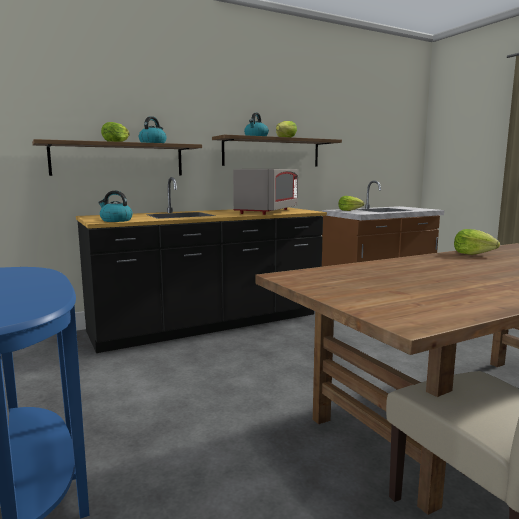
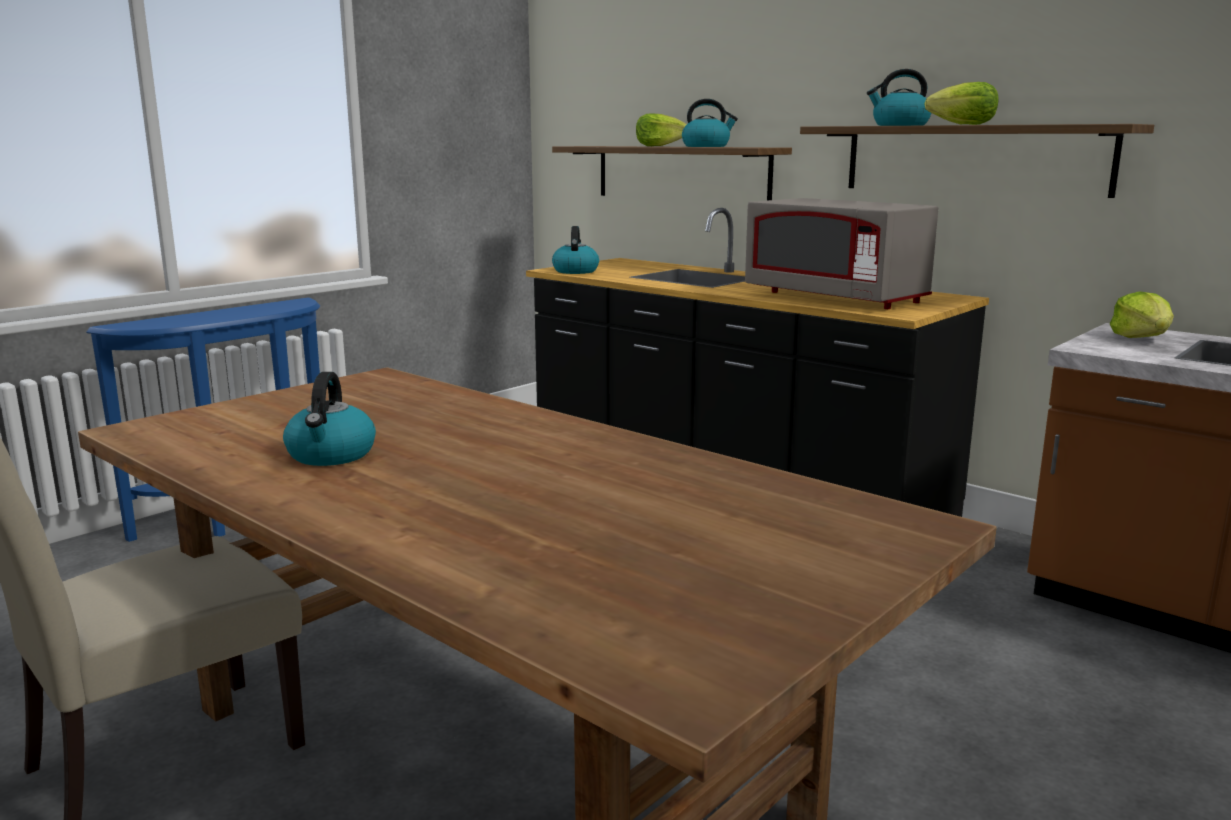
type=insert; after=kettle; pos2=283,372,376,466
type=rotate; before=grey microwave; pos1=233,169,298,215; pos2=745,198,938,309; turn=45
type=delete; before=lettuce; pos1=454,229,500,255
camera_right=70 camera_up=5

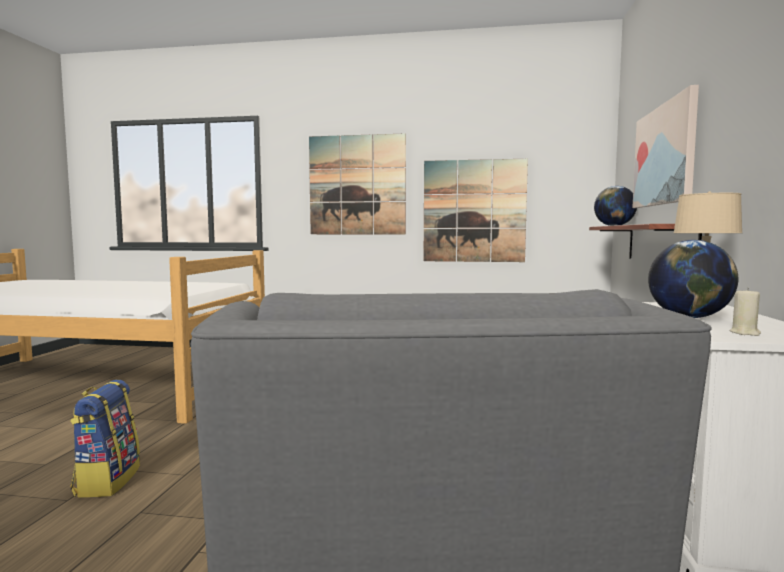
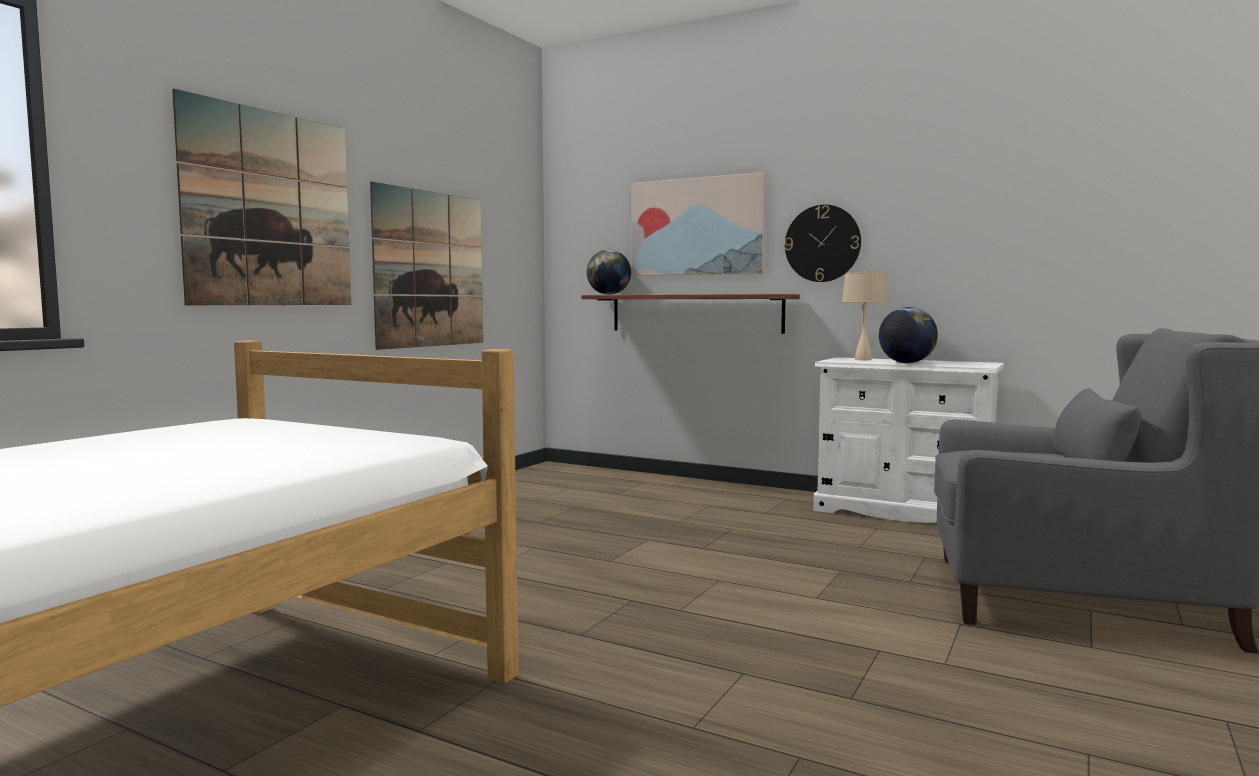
type=insert; after=wall clock; pos2=785,205,861,282
type=delete; before=backpack; pos1=70,380,140,497
type=delete; before=beige candle; pos1=729,288,761,336
camera_right=-70 camera_up=0

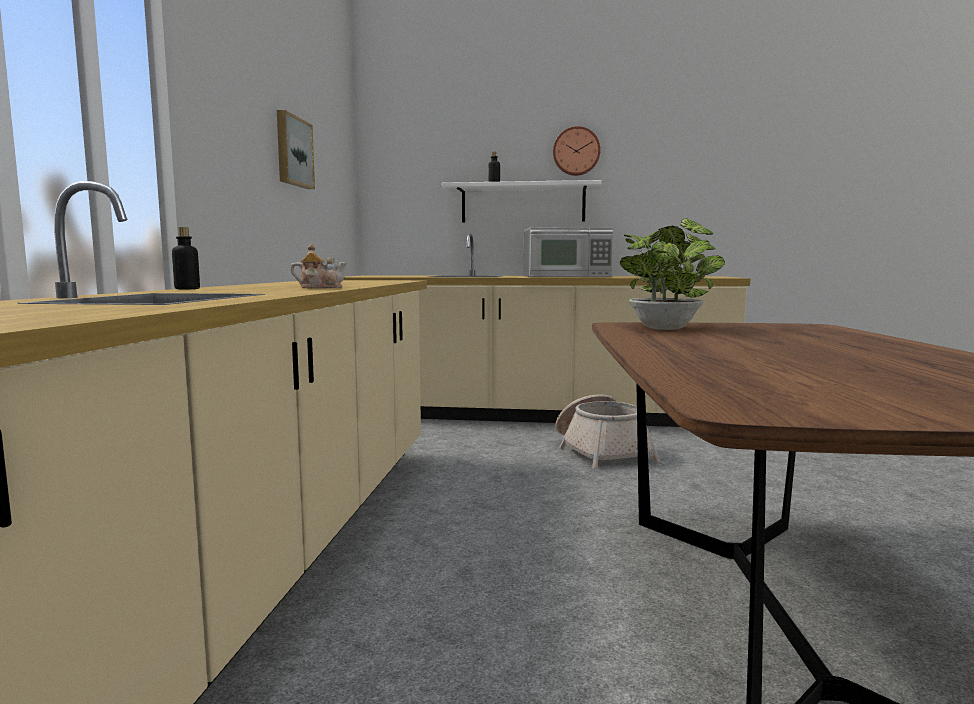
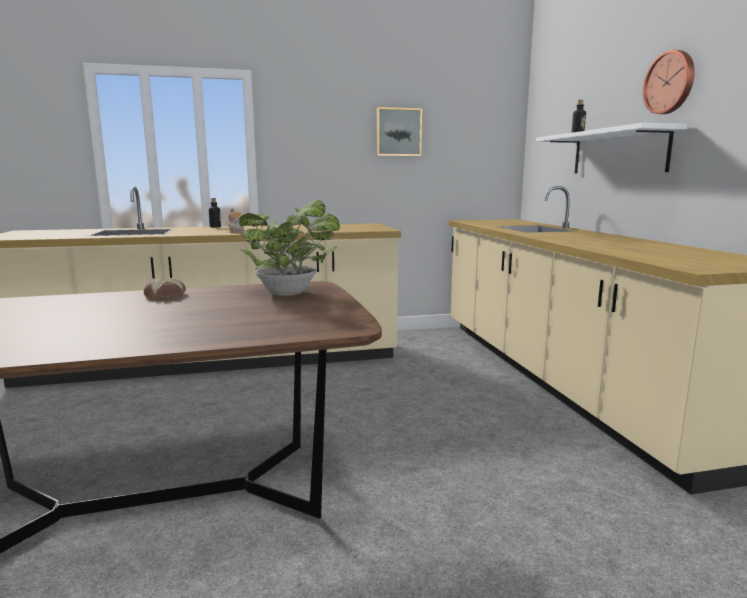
type=insert; after=bread; pos2=144,278,186,299
type=delete; before=microwave; pos1=524,228,613,277
type=delete; before=basket; pos1=555,394,660,469
camera_right=70 camera_up=5

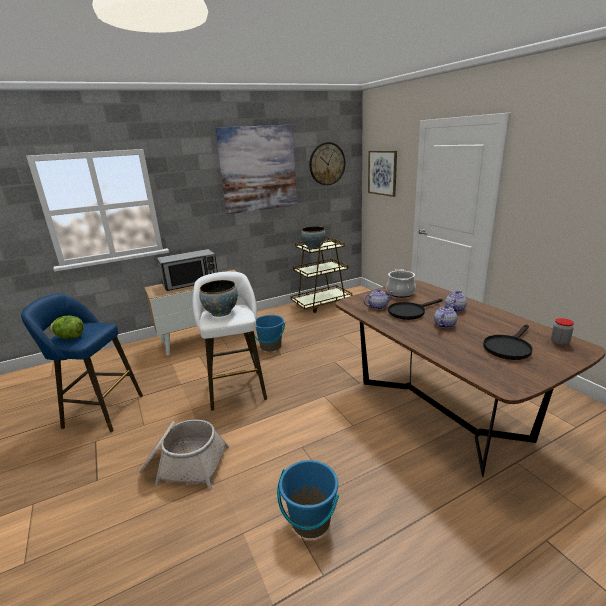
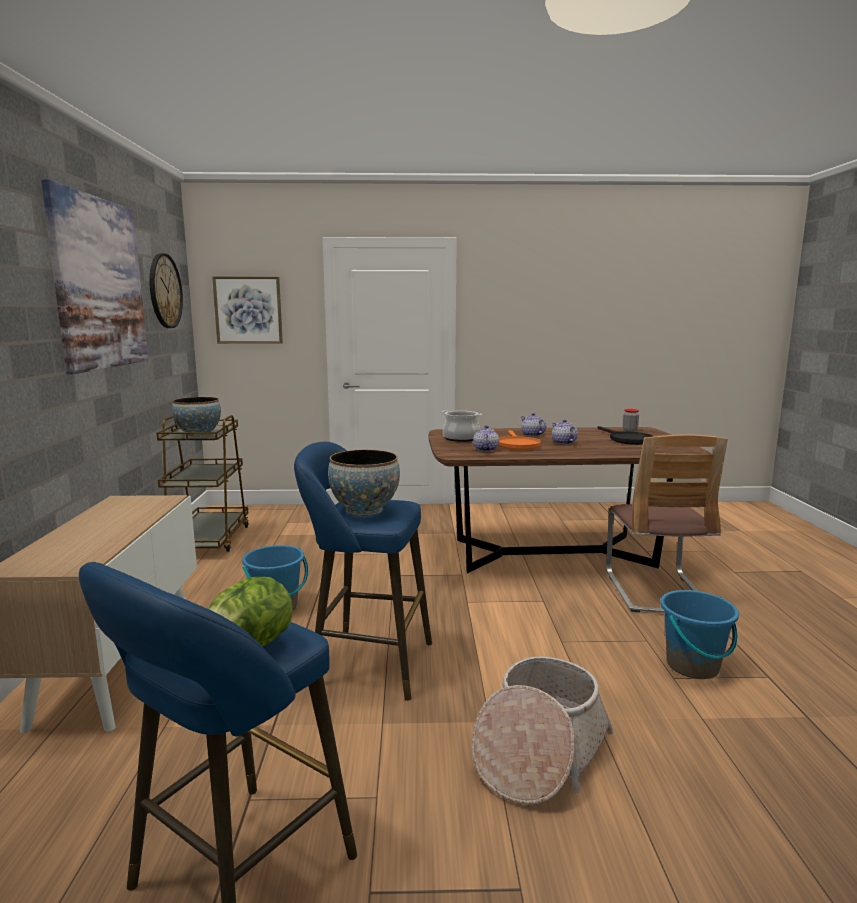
type=recolor; before=white stool; after=blue stool; pos1=192,272,267,411; pos2=294,442,432,701
type=recolor; before=black frying pan; after=orange frying pan; pos1=388,299,443,320; pos2=498,430,541,450
type=insert; after=chair; pos2=606,434,728,612
type=delete; before=microwave; pos1=157,249,218,291
camera_right=-65 camera_up=-10

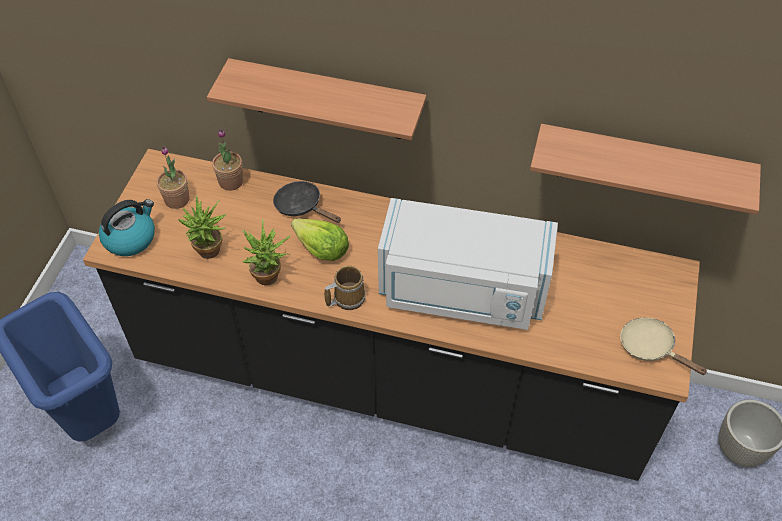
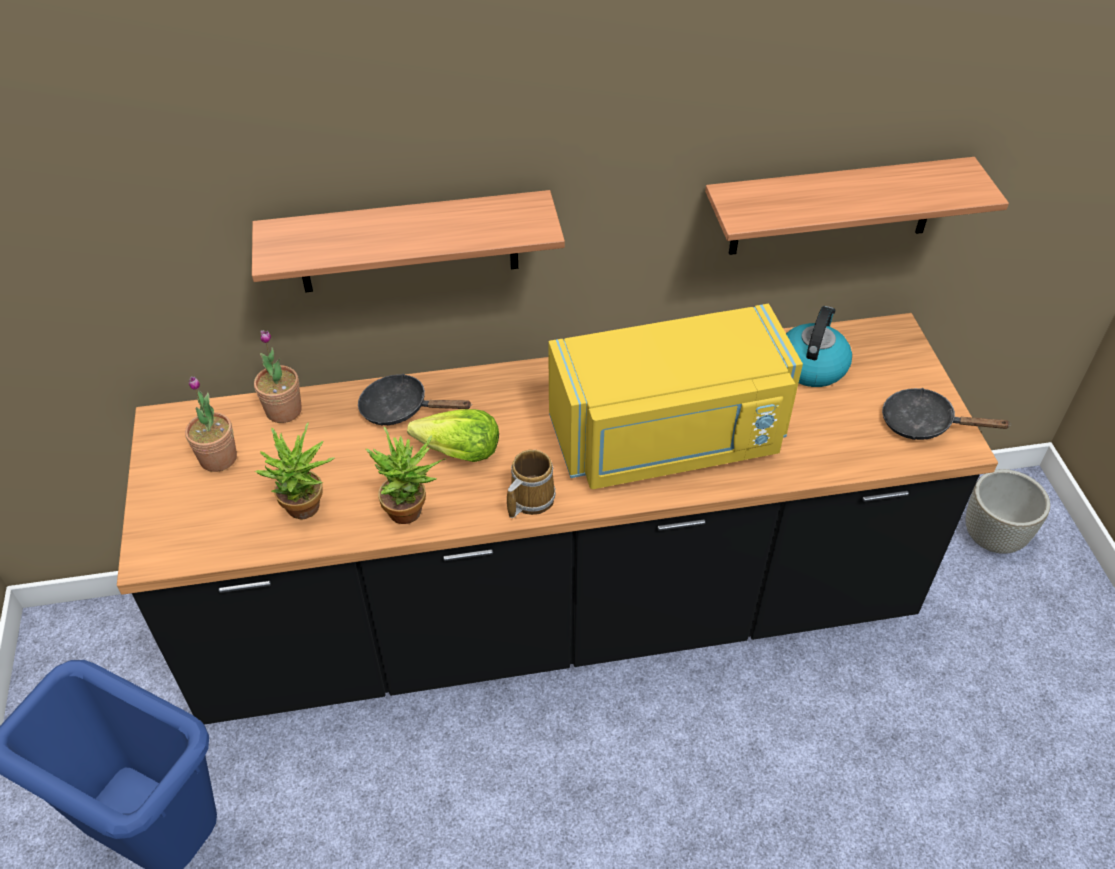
type=recolor; before=white microwave; after=yellow microwave; pos1=378,198,558,330; pos2=548,304,803,489
type=move; before=kettle; pos1=99,199,155,256; pos2=786,306,852,387
type=recolor; before=beige frying pan; after=black frying pan; pos1=620,317,708,375; pos2=882,388,1011,440
camera_right=-25 camera_up=-5

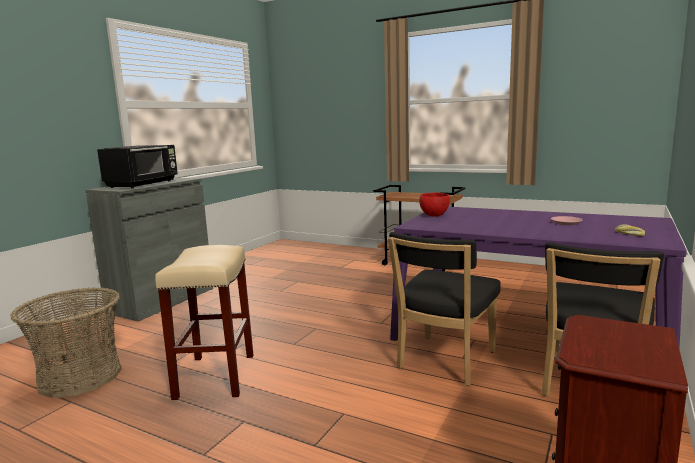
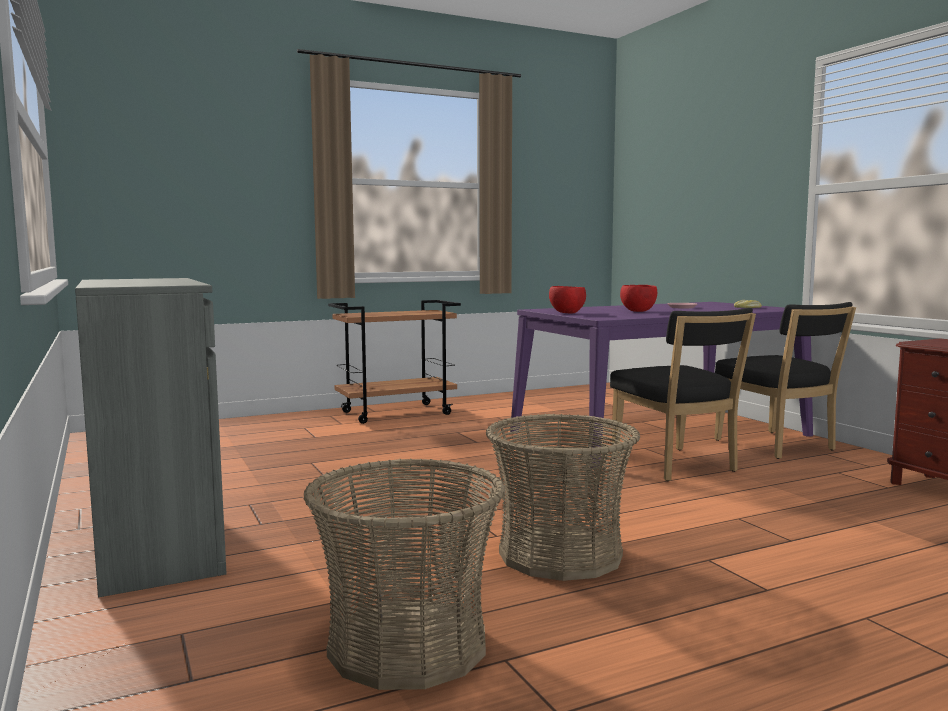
type=replace; before=beige stool; after=basket; pos1=155,245,253,400; pos2=486,414,640,581
type=insert; after=red bowl; pos2=620,285,657,312
type=delete; before=black microwave; pos1=97,145,178,188
camera_right=-55 camera_up=-5

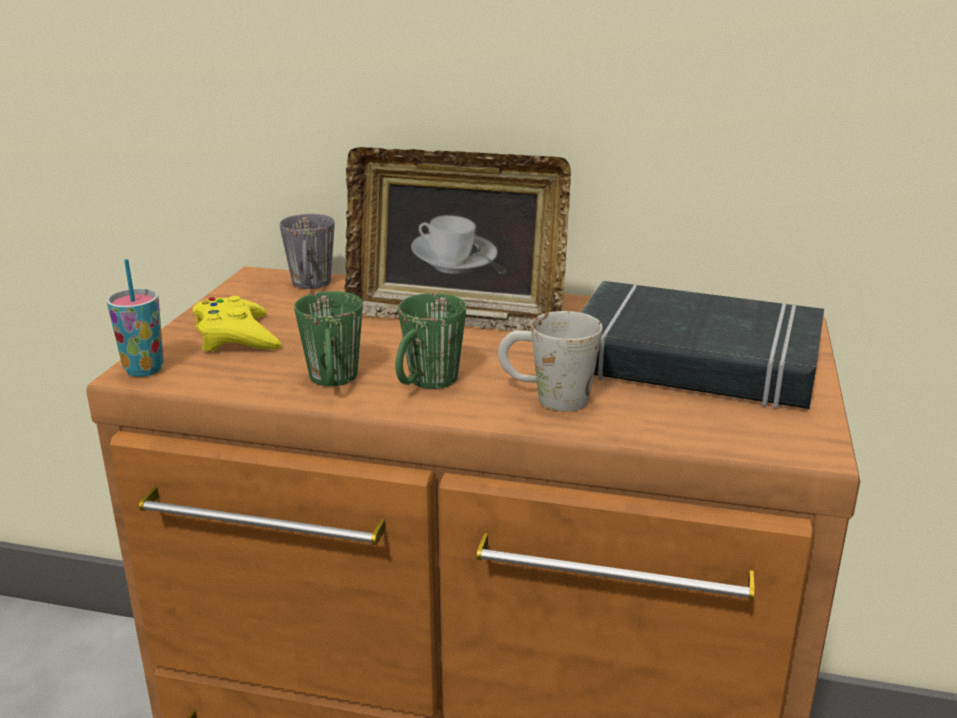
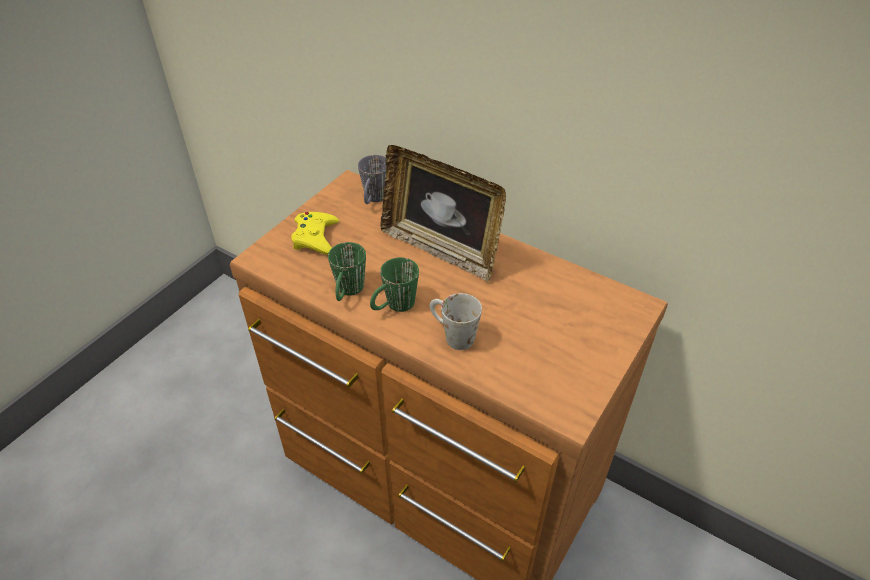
type=delete; before=cup; pos1=107,259,164,377
type=delete; before=black book; pos1=580,281,824,409
camera_right=20 camera_up=20

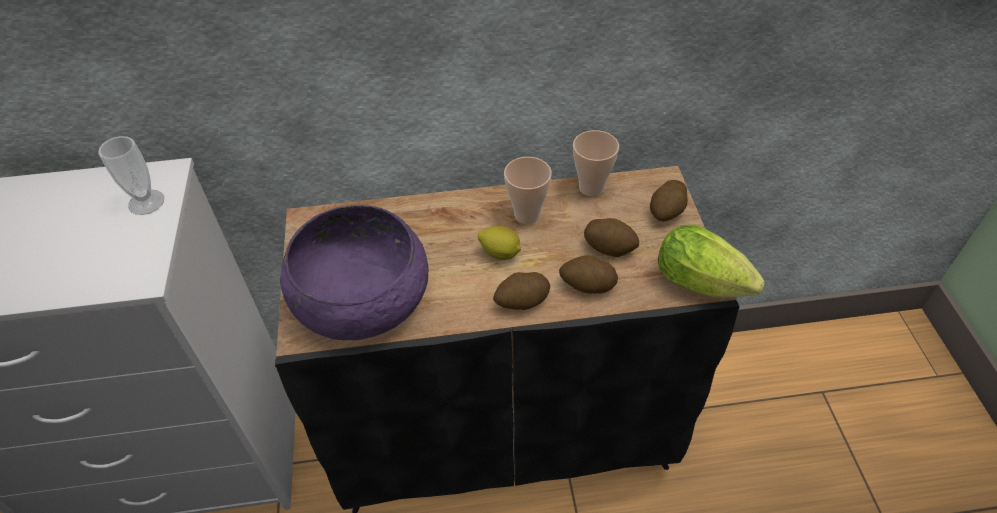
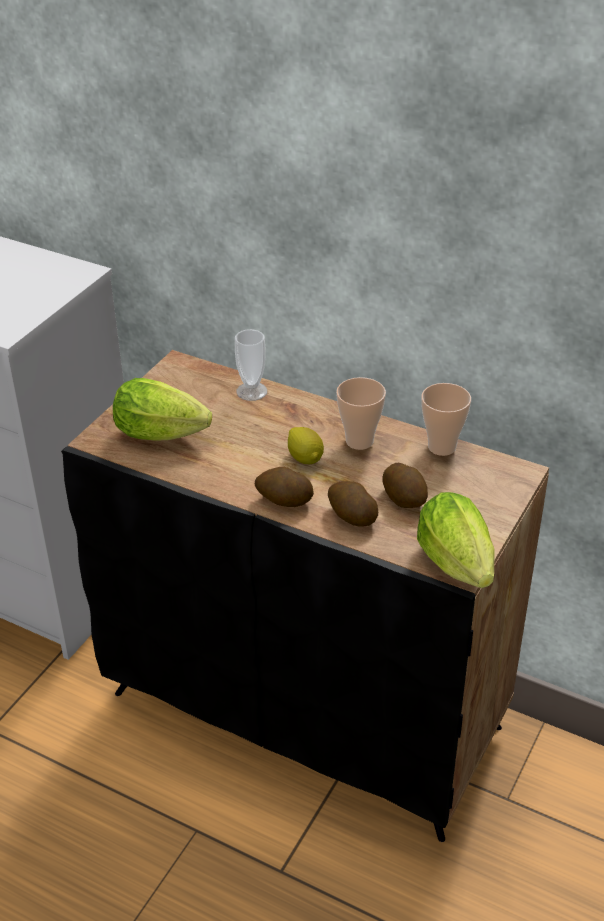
type=replace; before=purple bowl; after=lettuce; pos1=280,204,429,340; pos2=113,378,212,441
type=move; before=cup; pos1=98,136,164,215; pos2=235,329,267,401
type=delete; before=potato; pos1=650,180,688,221
camera_right=35 camera_up=-10

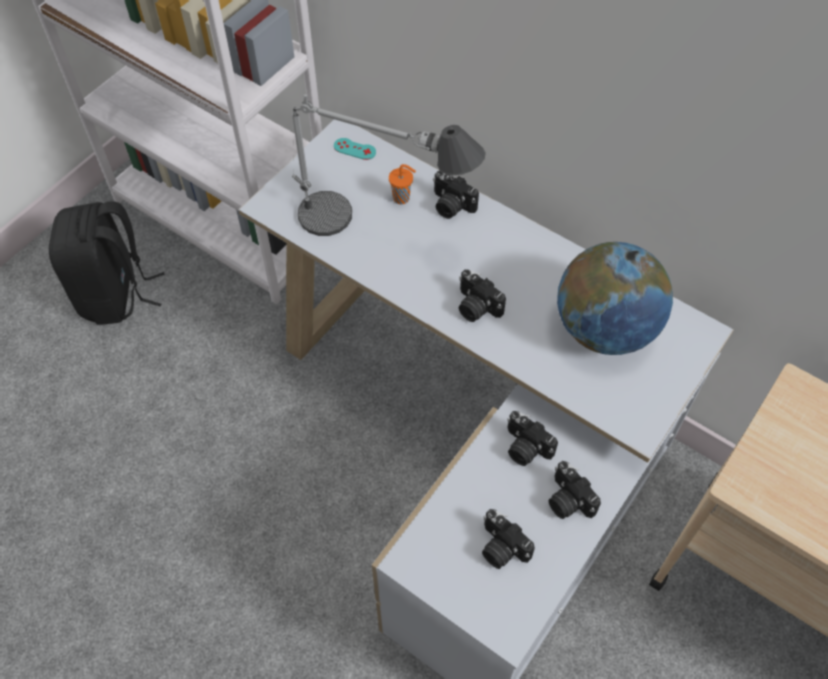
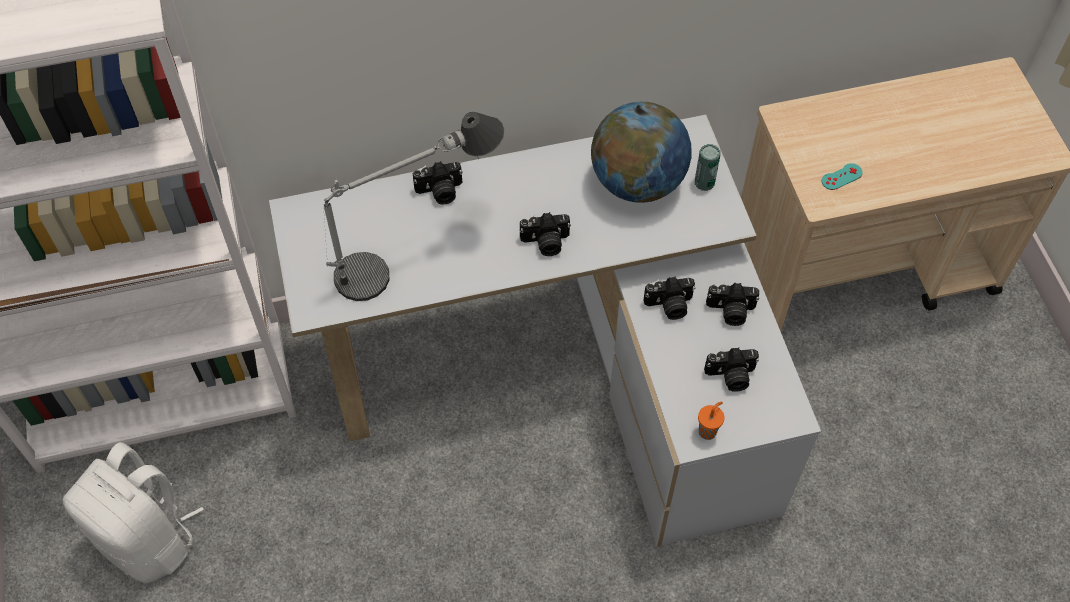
type=recolor; before=black backpack; after=white backpack; pos1=49,202,165,324; pos2=63,442,204,583
type=insert; after=can; pos2=695,144,720,191
type=move; before=orange cup; pos1=389,164,416,204; pos2=698,401,725,440
type=move; before=turquoise game controller; pos1=334,138,376,160; pos2=821,163,862,190
camera_right=-50 camera_up=0

